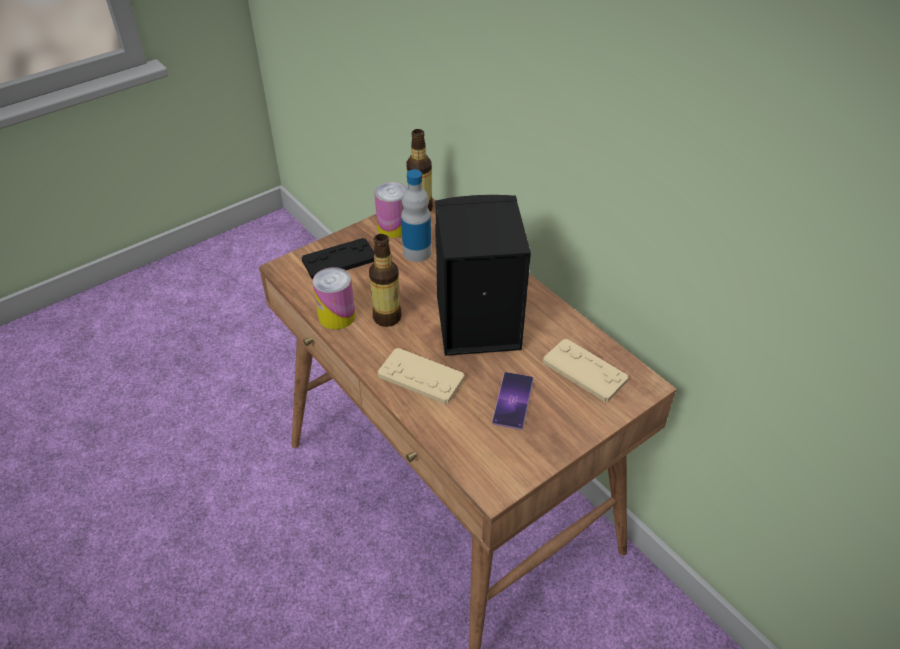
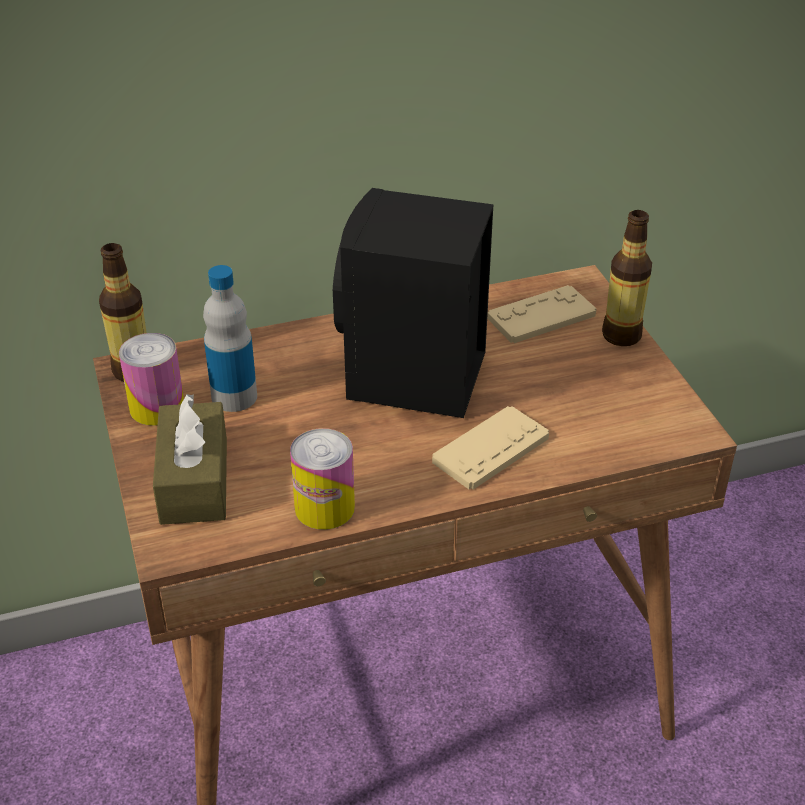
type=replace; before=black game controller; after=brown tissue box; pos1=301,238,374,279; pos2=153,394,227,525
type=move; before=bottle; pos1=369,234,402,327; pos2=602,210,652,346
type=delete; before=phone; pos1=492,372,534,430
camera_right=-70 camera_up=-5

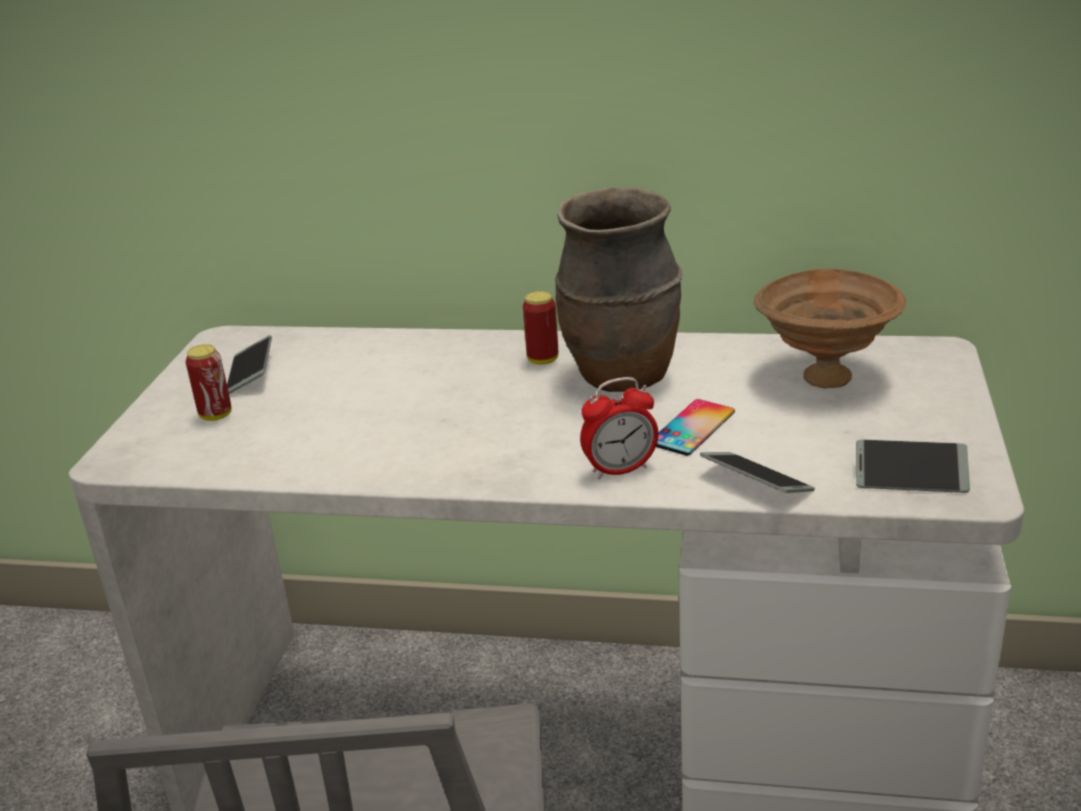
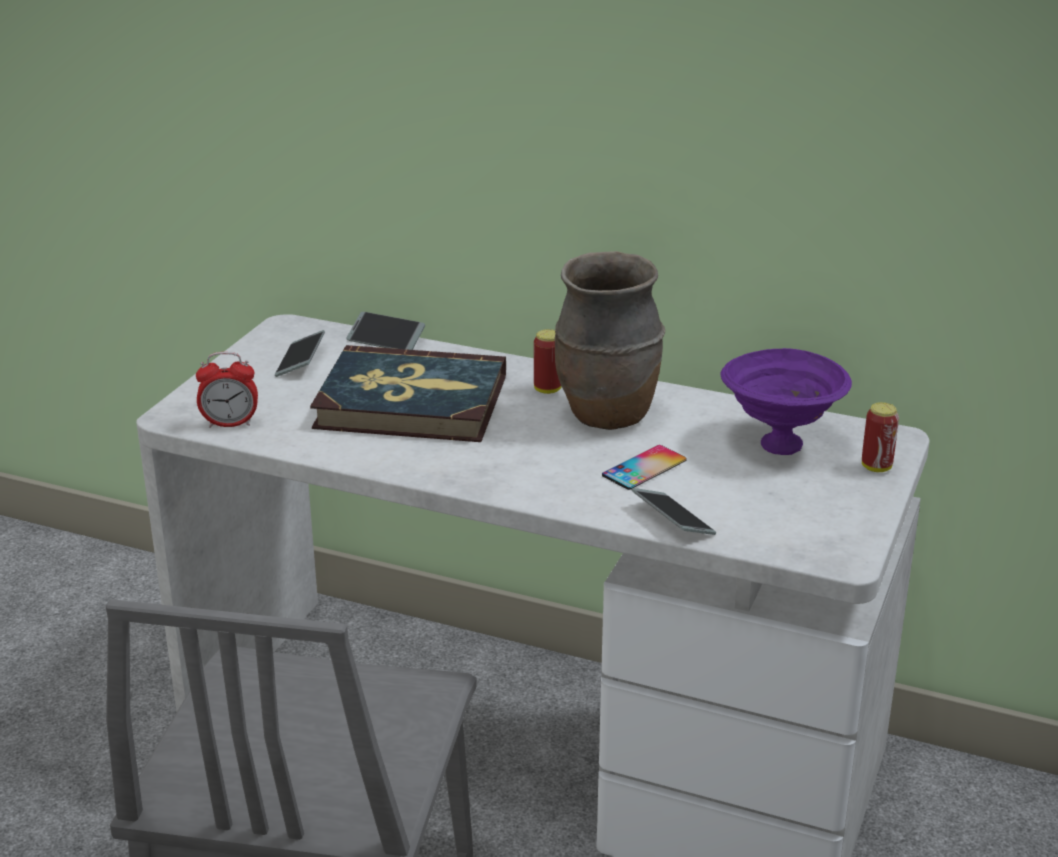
type=move; before=alarm clock; pos1=580,377,658,479; pos2=196,352,258,428
type=insert; after=book; pos2=310,345,506,442
type=move; before=phone; pos1=856,440,970,493; pos2=346,312,425,350
type=recolor; before=brown bowl; after=purple bowl; pos1=754,269,906,389; pos2=721,348,852,455
type=move; before=can; pos1=186,344,232,421; pos2=862,402,899,472
camera_right=10 camera_up=0

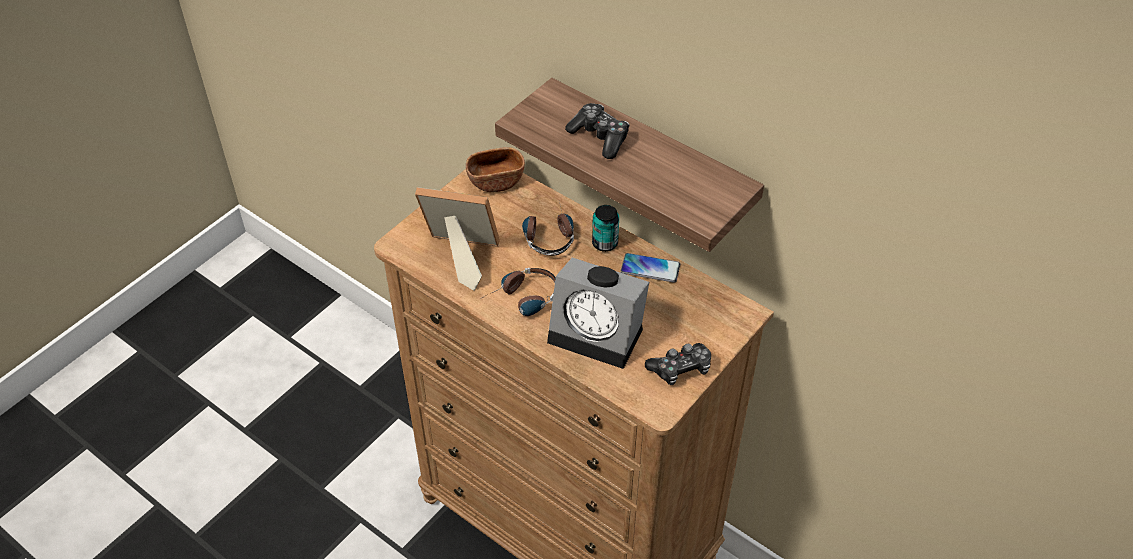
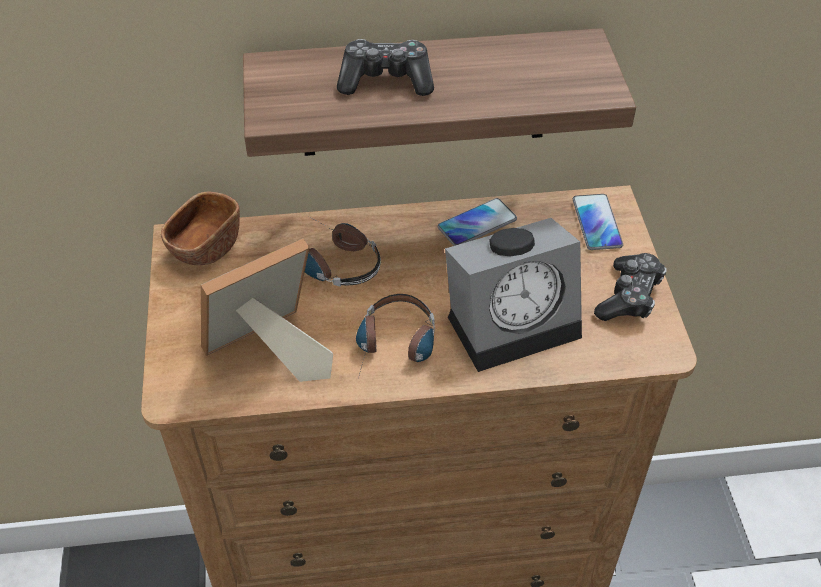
type=insert; after=phone; pos2=573,194,623,250
type=delete; before=can; pos1=592,205,619,252
camera_right=-45 camera_up=0

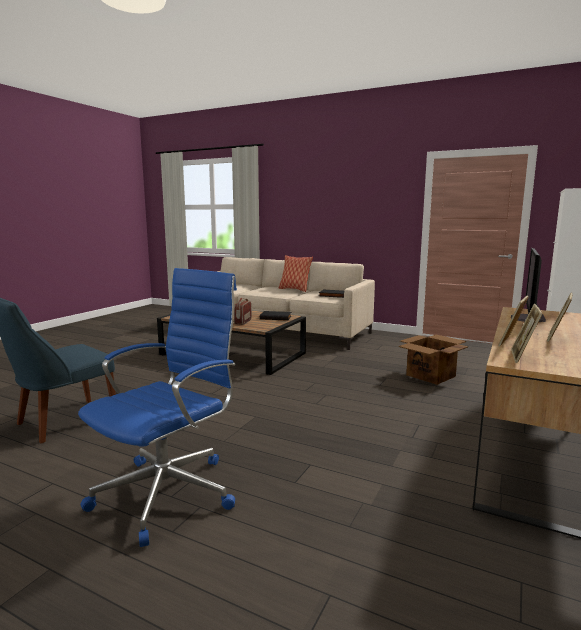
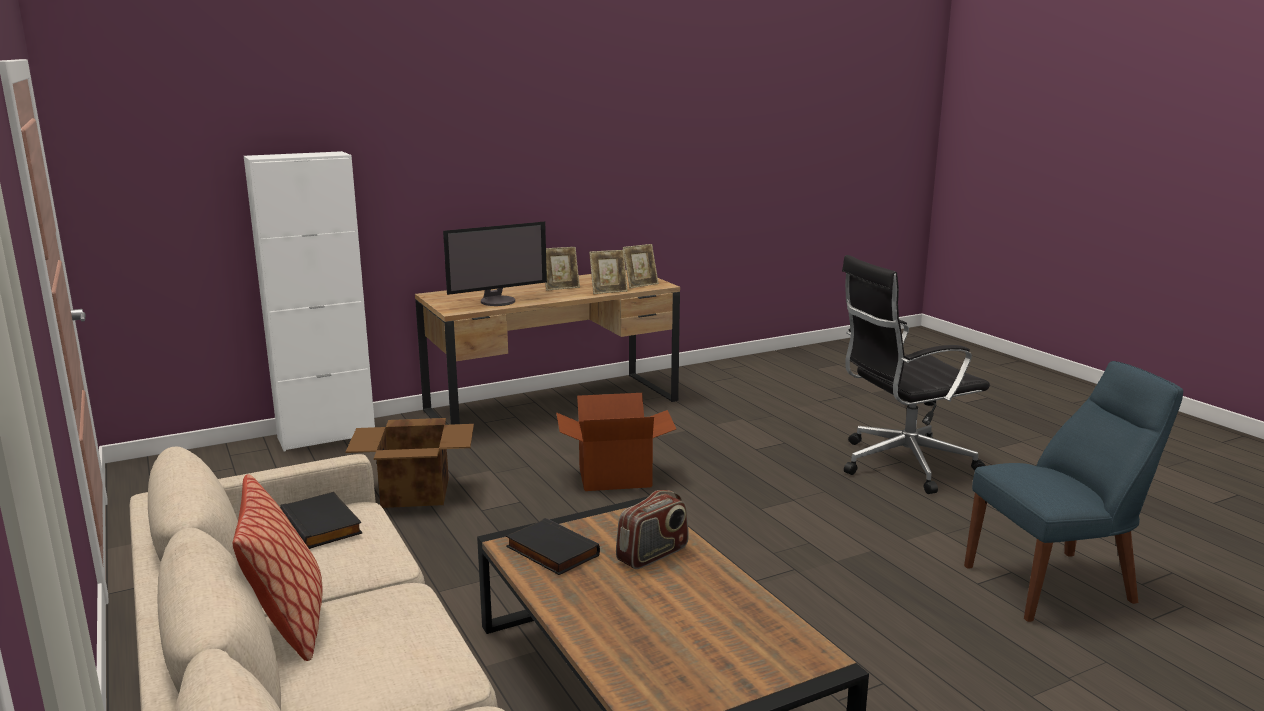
type=insert; after=cardboard box; pos2=556,393,676,491
type=recolor; before=blue office chair; after=black office chair; pos1=78,268,237,547; pos2=842,255,990,494
camera_right=-145 camera_up=5

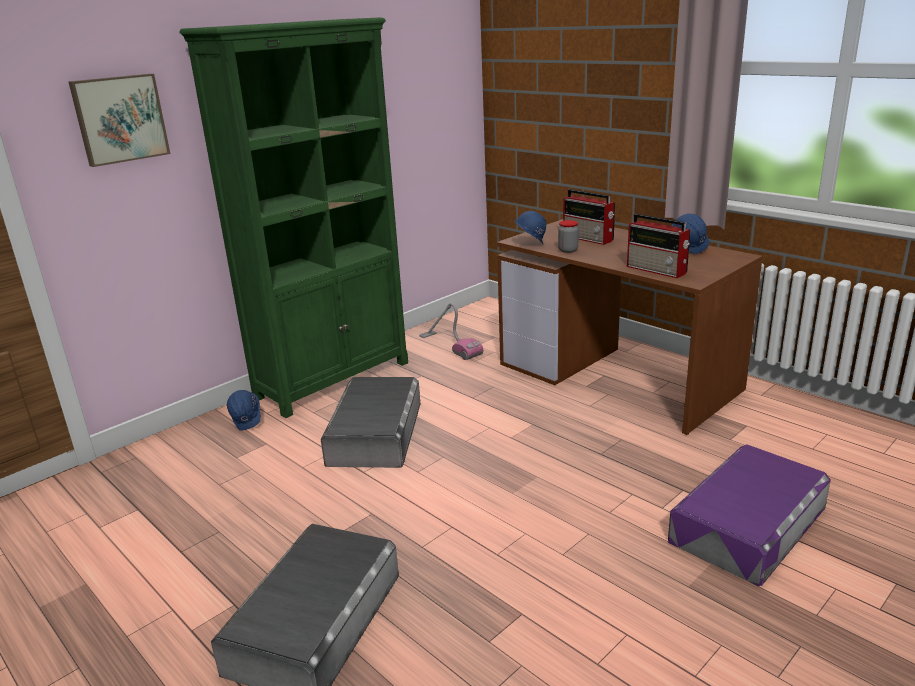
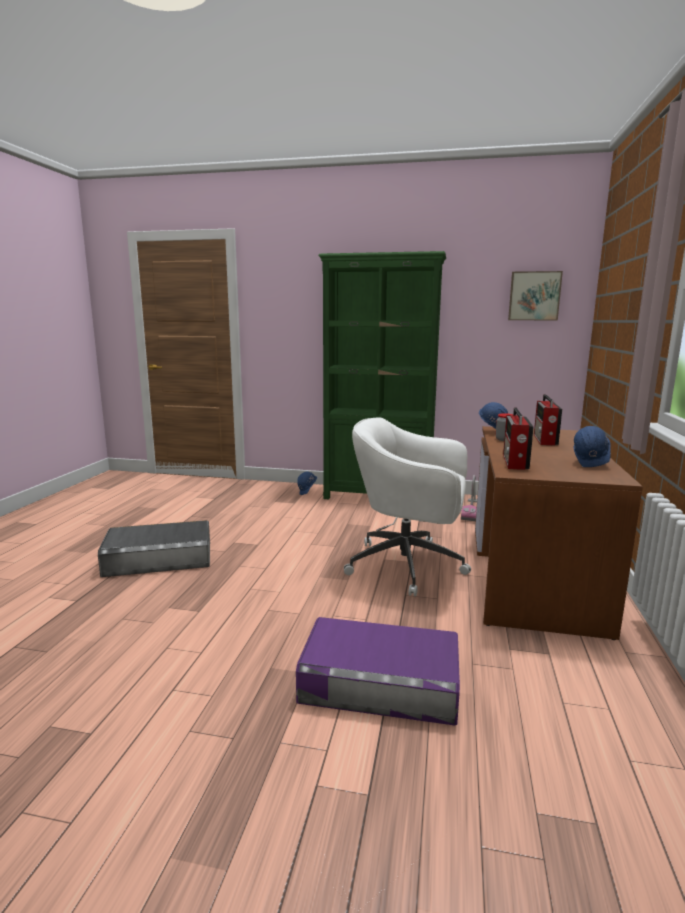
type=insert; after=white office chair; pos2=344,417,471,596
type=move; before=picture; pos1=69,74,170,167; pos2=508,271,563,320
type=delete; before=grey storage box; pos1=321,377,420,468
camera_right=55 camera_up=-10

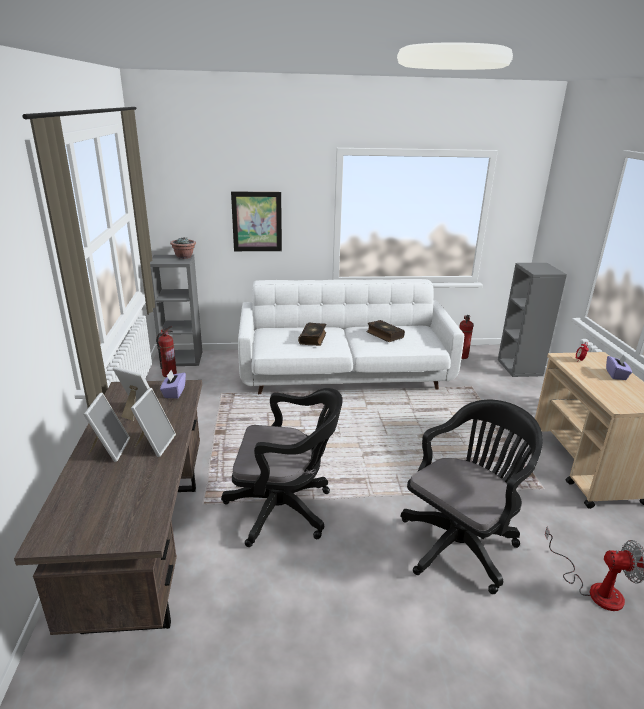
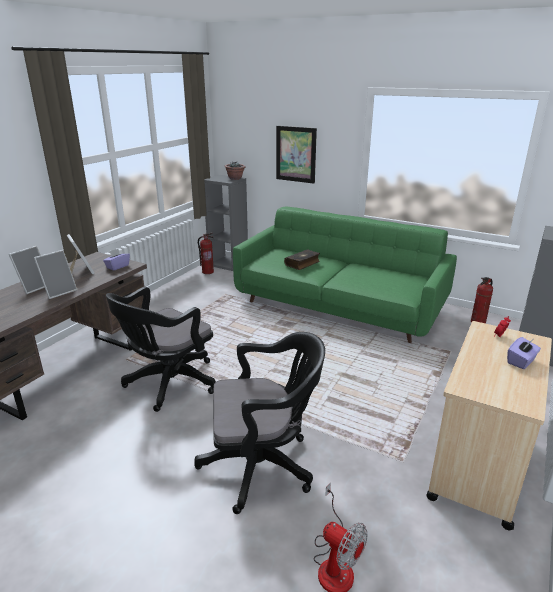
type=rotate; before=black office chair; pos1=221,388,343,547; pos2=106,287,216,412; turn=90
type=recolor; before=white sofa; after=green sofa; pos1=238,279,464,394; pos2=233,207,457,343
type=delete; before=book; pos1=367,320,405,342
camera_right=35 camera_up=0

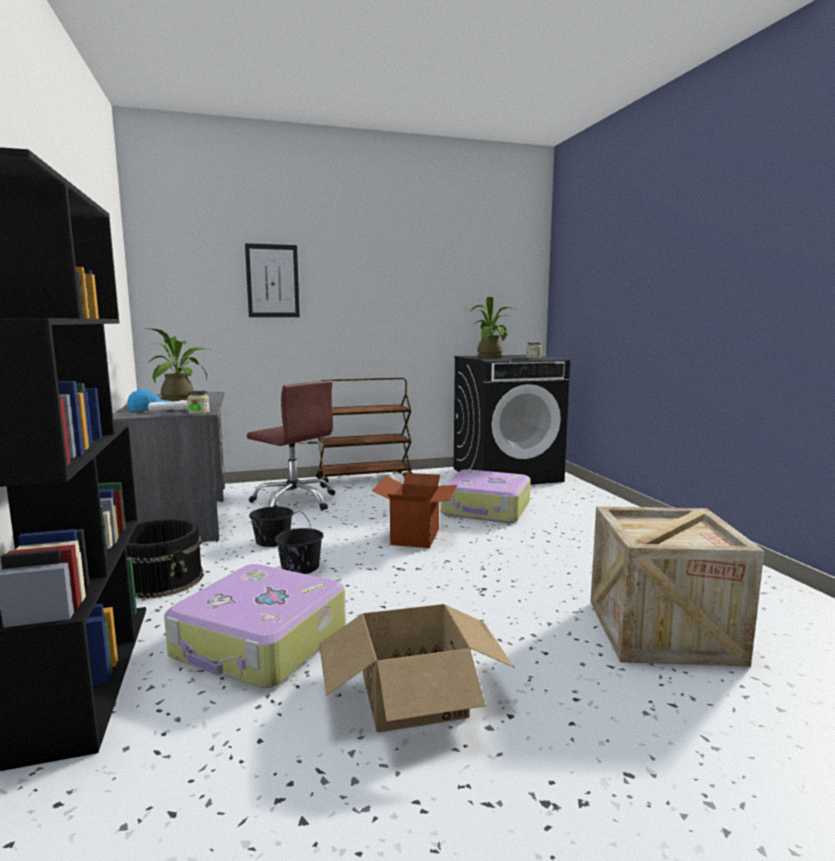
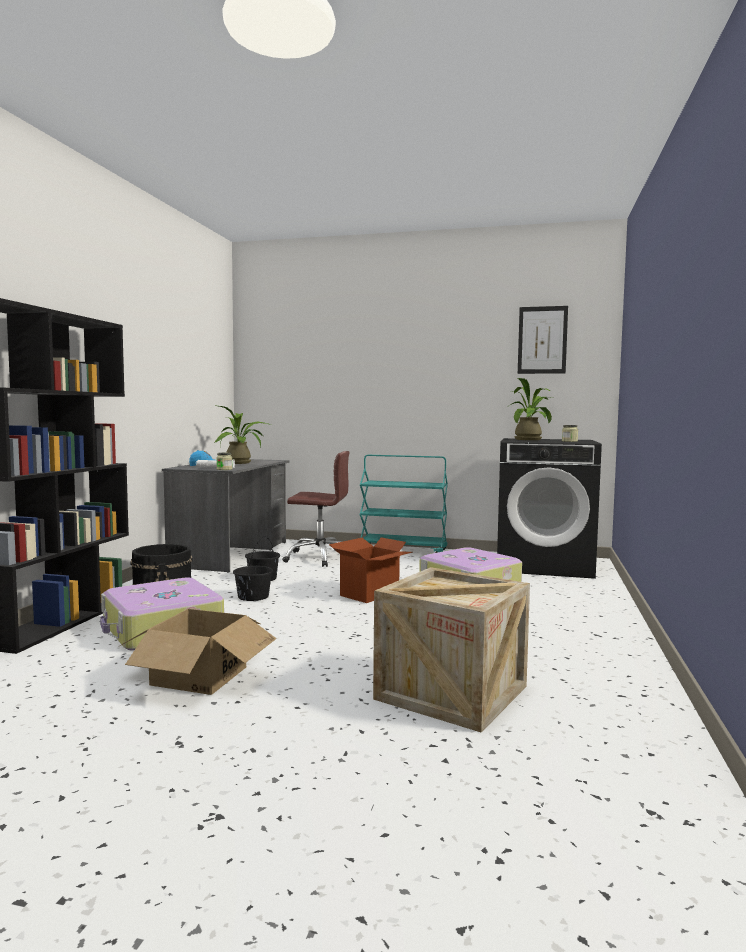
type=rotate; before=brown office chair; pos1=247,380,335,511; pos2=283,451,349,567; turn=-60
type=recolor; before=brown cart; after=turquoise cart; pos1=316,378,412,488; pos2=359,455,448,553
type=move; before=picture; pos1=245,243,300,317; pos2=518,306,568,374
camera_right=30 camera_up=-5

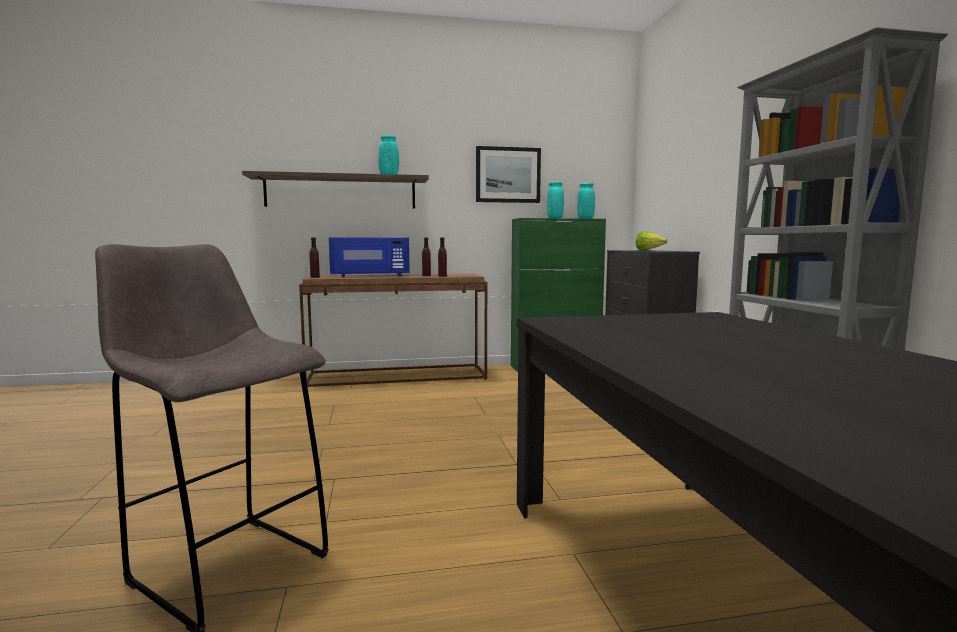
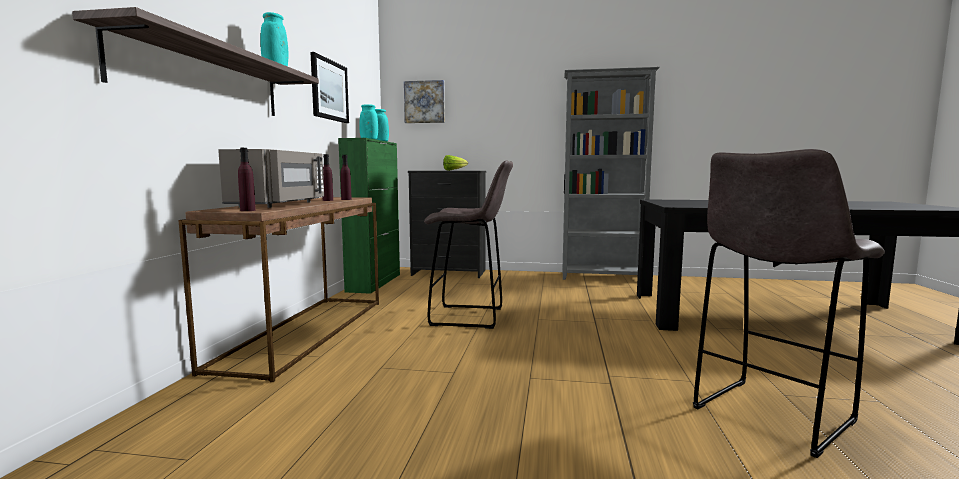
type=recolor; before=blue microwave; after=grey microwave; pos1=329,237,410,277; pos2=218,149,324,208
type=insert; after=picture; pos2=404,80,445,123
type=insert; after=grey stool; pos2=424,160,513,329
camera_right=-70 camera_up=0

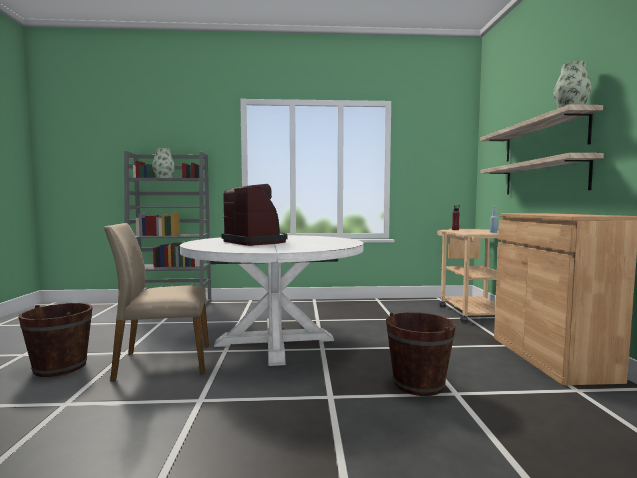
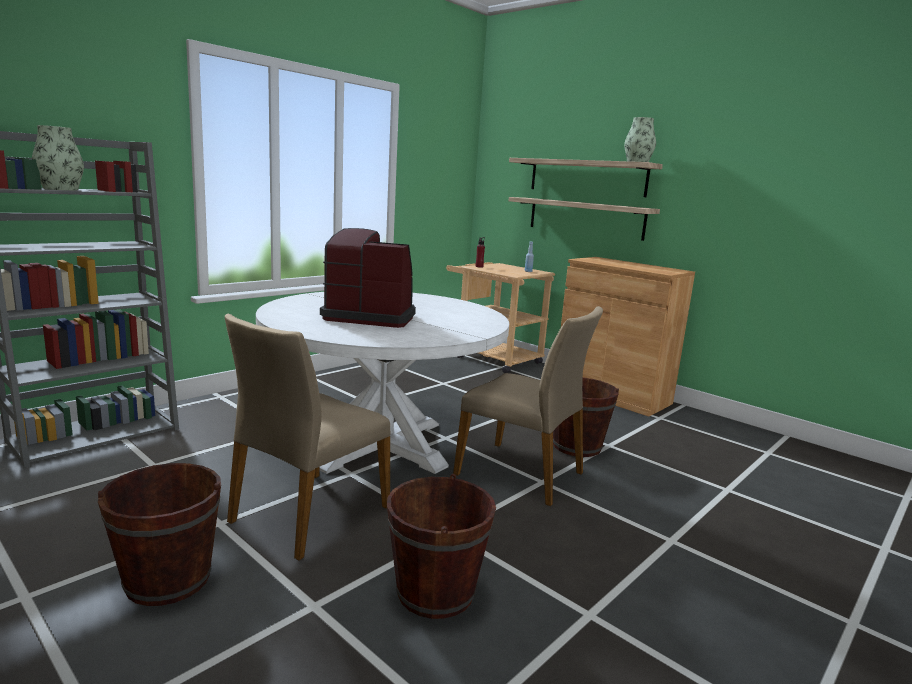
type=insert; after=brown bucket; pos2=387,474,496,619
type=insert; after=beige chair; pos2=453,306,603,506
camera_right=-45 camera_up=10

